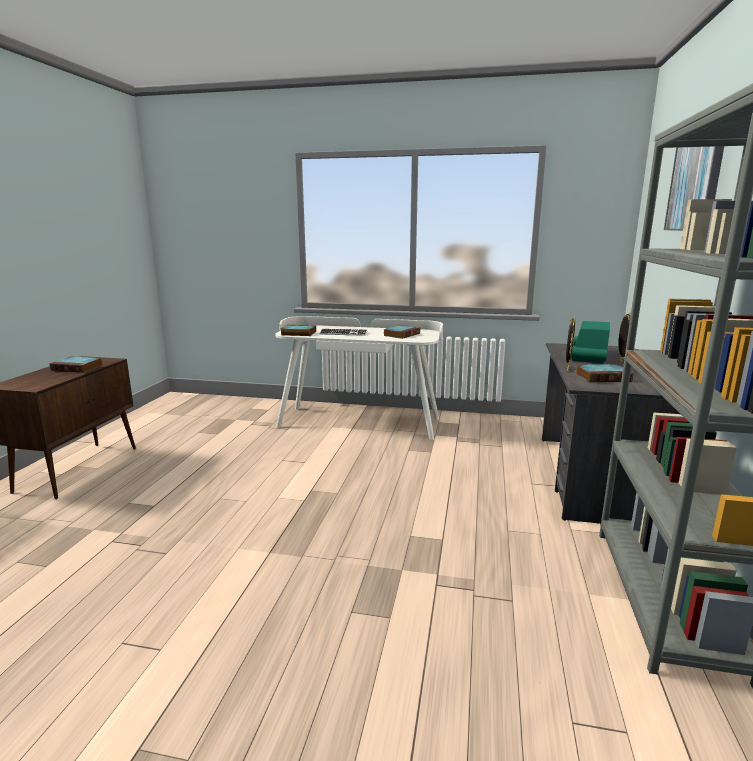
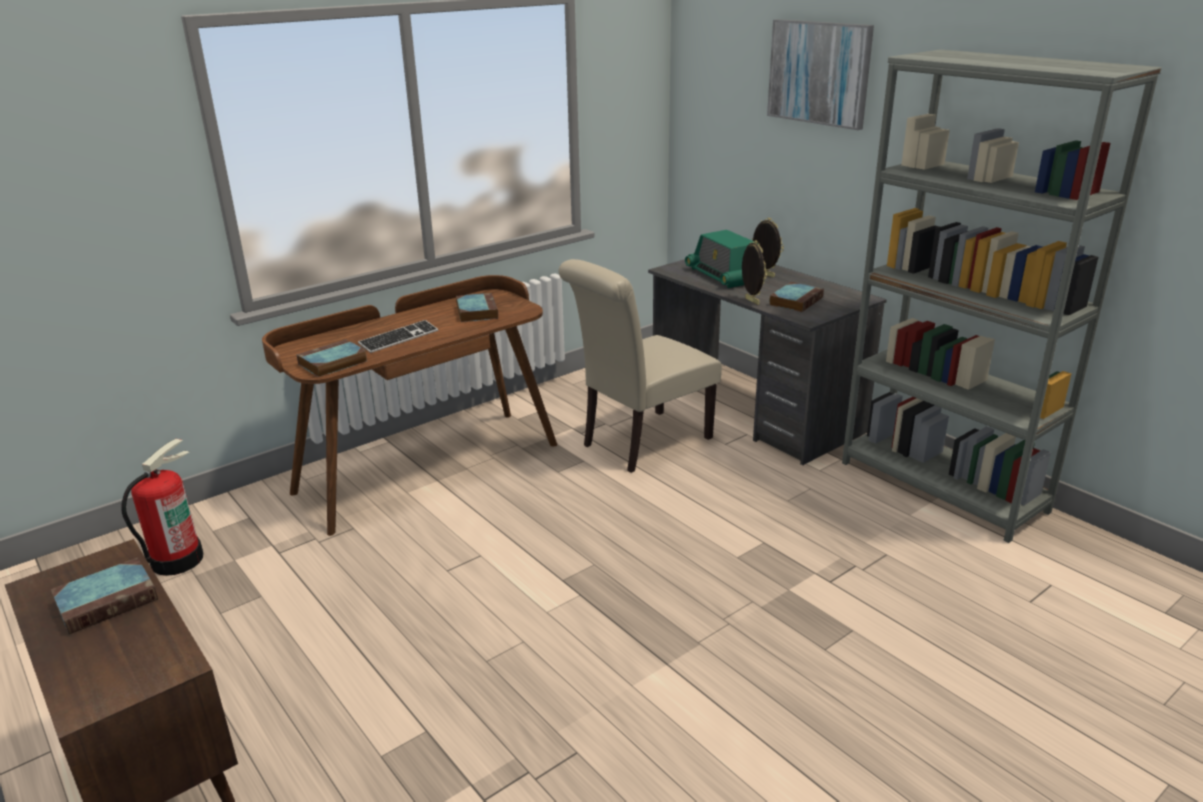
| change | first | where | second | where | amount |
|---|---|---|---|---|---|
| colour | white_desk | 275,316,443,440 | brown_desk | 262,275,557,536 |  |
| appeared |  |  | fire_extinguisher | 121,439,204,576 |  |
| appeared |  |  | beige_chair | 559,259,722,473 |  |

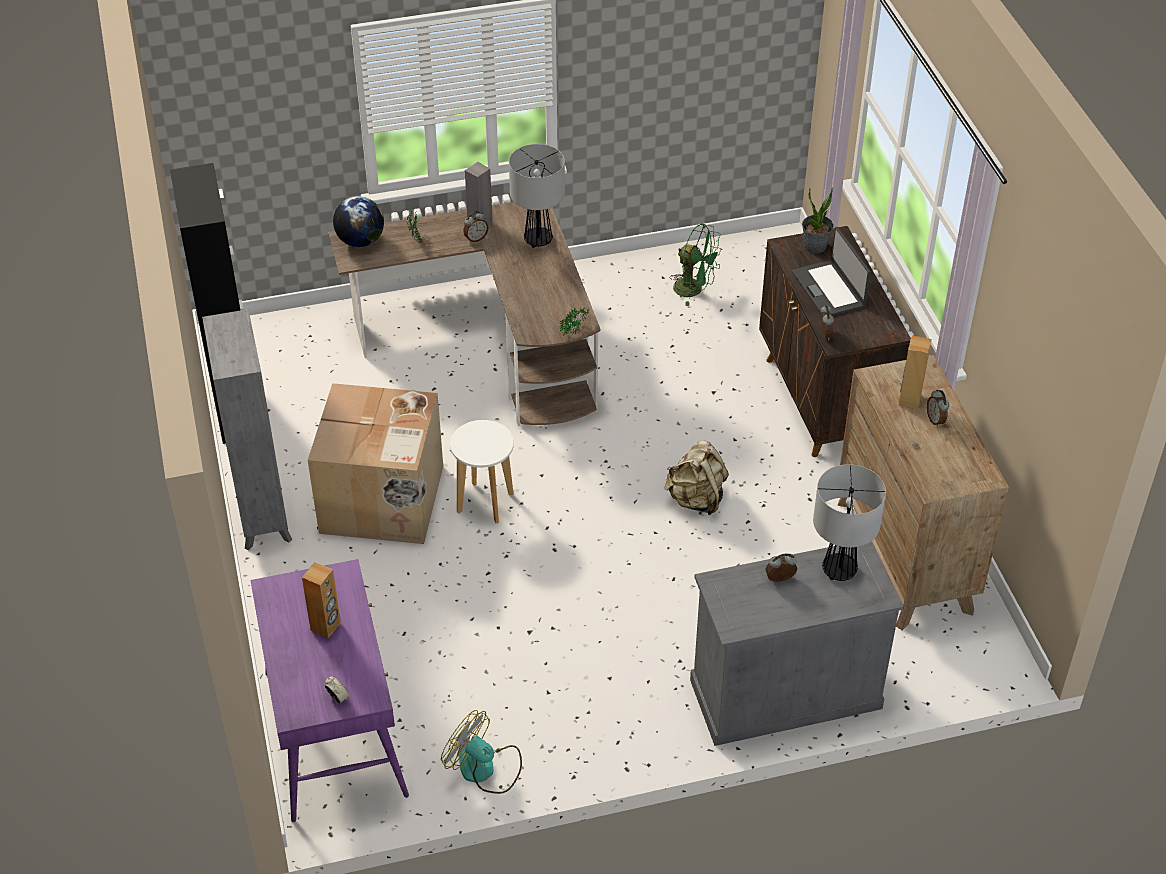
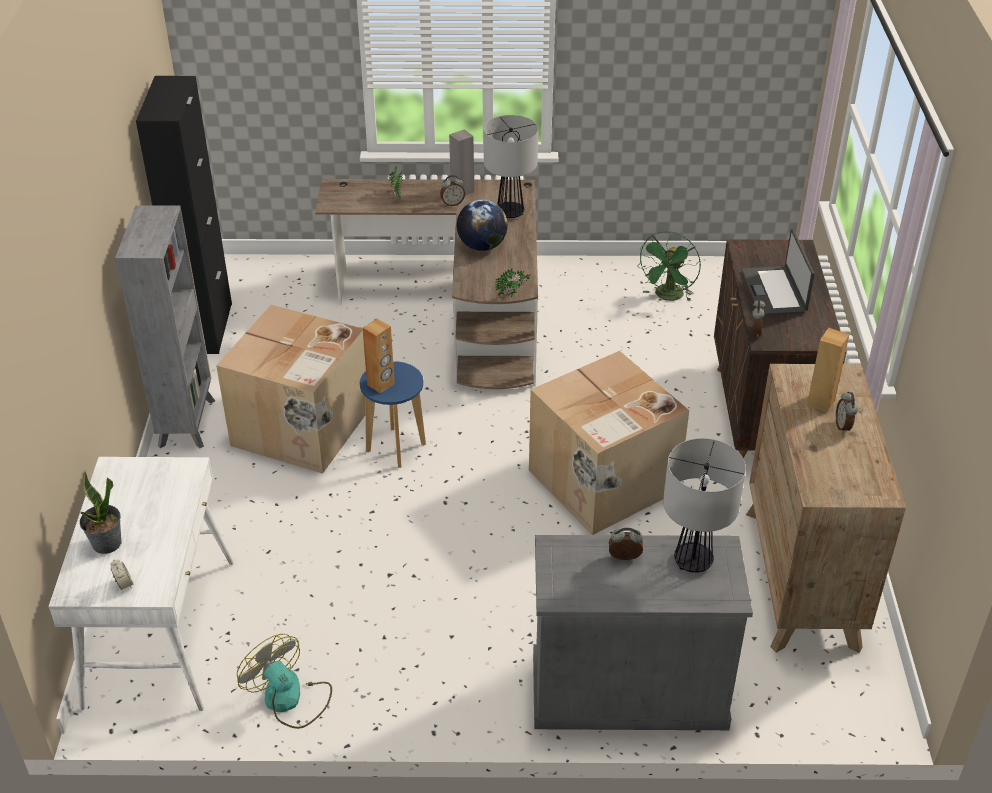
| change | first | where | second | where | amount |
|---|---|---|---|---|---|
| colour | purple_desk | 250,559,409,822 | white_desk | 48,457,234,711 |  |
| relocated | brown_speaker | 302,562,341,638 |  | 363,319,395,393 |  |
| relocated | globe | 333,196,384,247 |  | 457,200,508,251 |  |
| colour | white_stool | 450,420,514,523 | blue_stool | 360,361,426,468 |  |
| exchanged | beige_backpack | 665,440,729,515 | cardboard_box | 529,351,689,535 |  |
| spun | green_fan | 669,224,722,306 |  | 637,231,701,302 | 75 degrees clockwise |
| relocated | potted_plant | 802,188,834,254 |  | 80,472,122,554 |  |

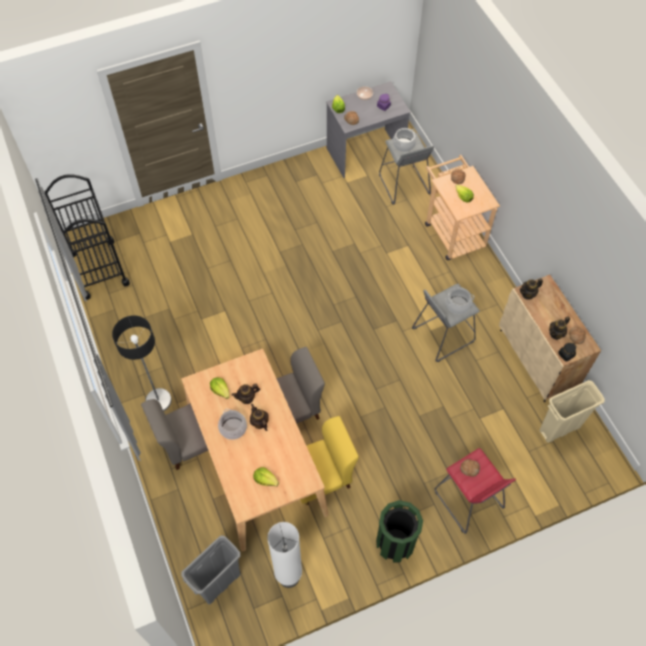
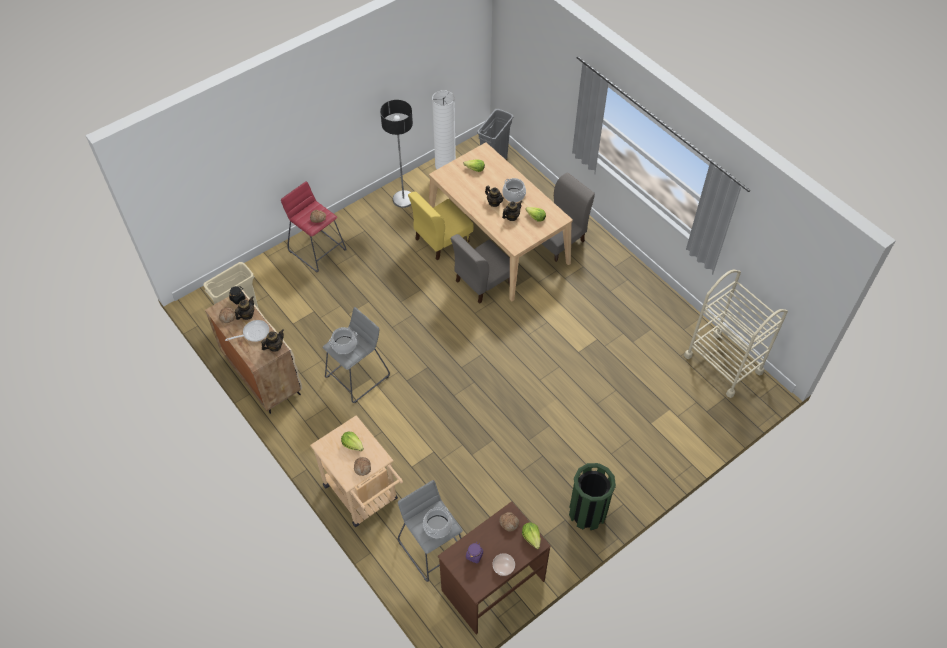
| change | first | where | second | where | amount |
|---|---|---|---|---|---|
| colour | black_cart | 44,174,130,300 | beige_cart | 684,269,788,398 |  |
| relocated | floor_lamp | 112,315,172,411 |  | 380,100,413,208 |  |
| colour | grey_desk | 326,81,411,178 | brown_desk | 438,501,551,635 |  |
| relocated | green_trash_can | 376,500,423,563 |  | 569,463,616,530 |  |
| appeared |  |  | frying_pan | 225,320,269,342 |  |

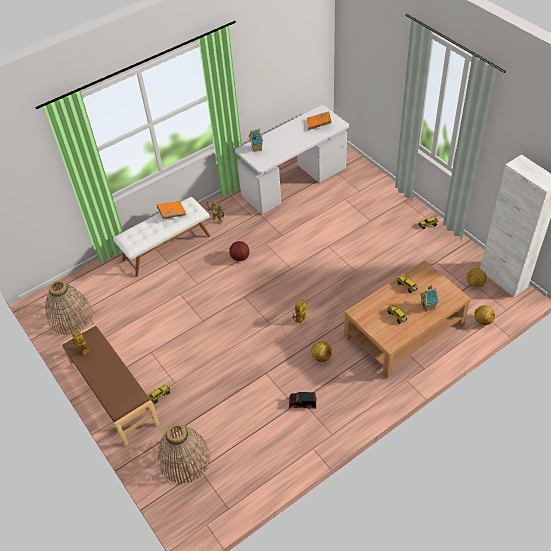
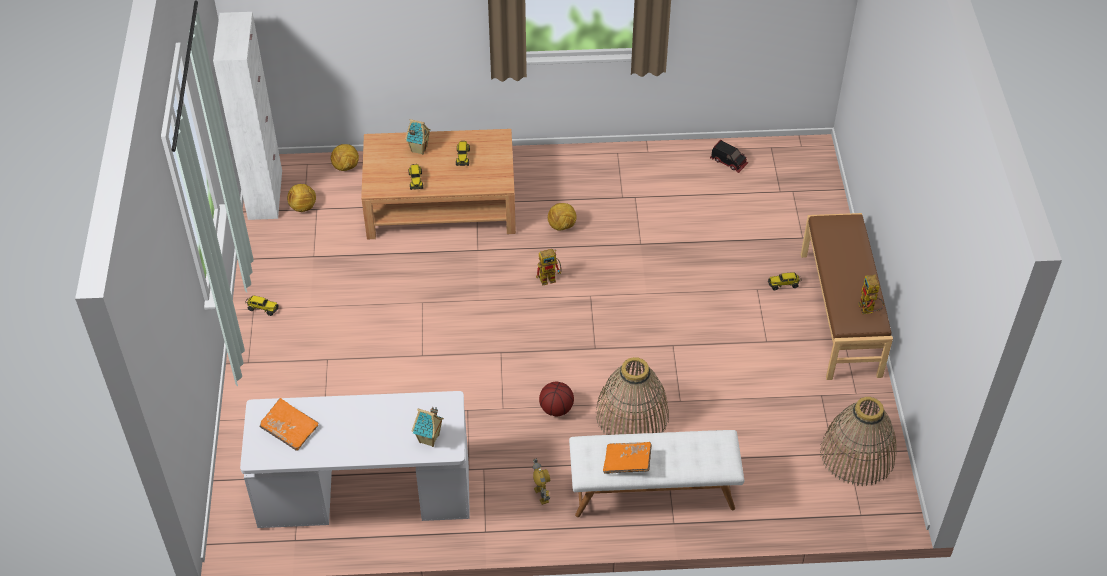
| change | first | where | second | where | amount |
|---|---|---|---|---|---|
| relocated | basket | 158,424,211,484 |  | 596,357,669,435 |  |
| relocated | toy_truck | 289,392,316,409 |  | 710,140,748,173 |  |

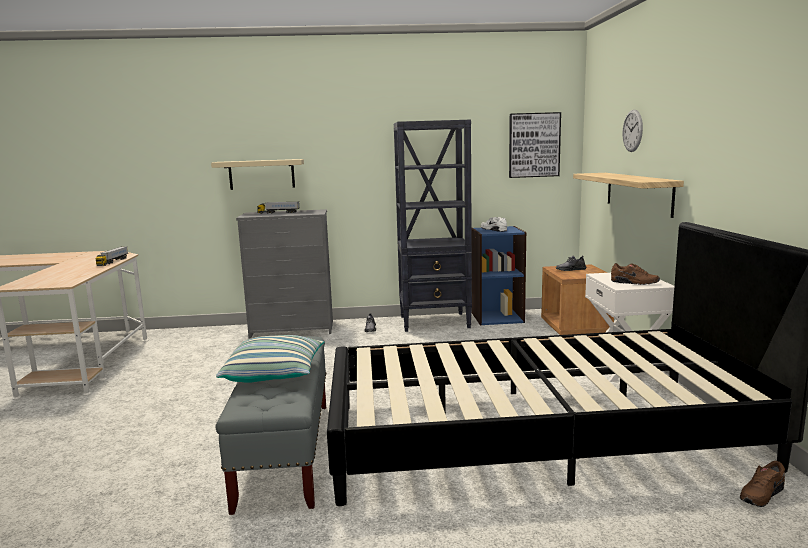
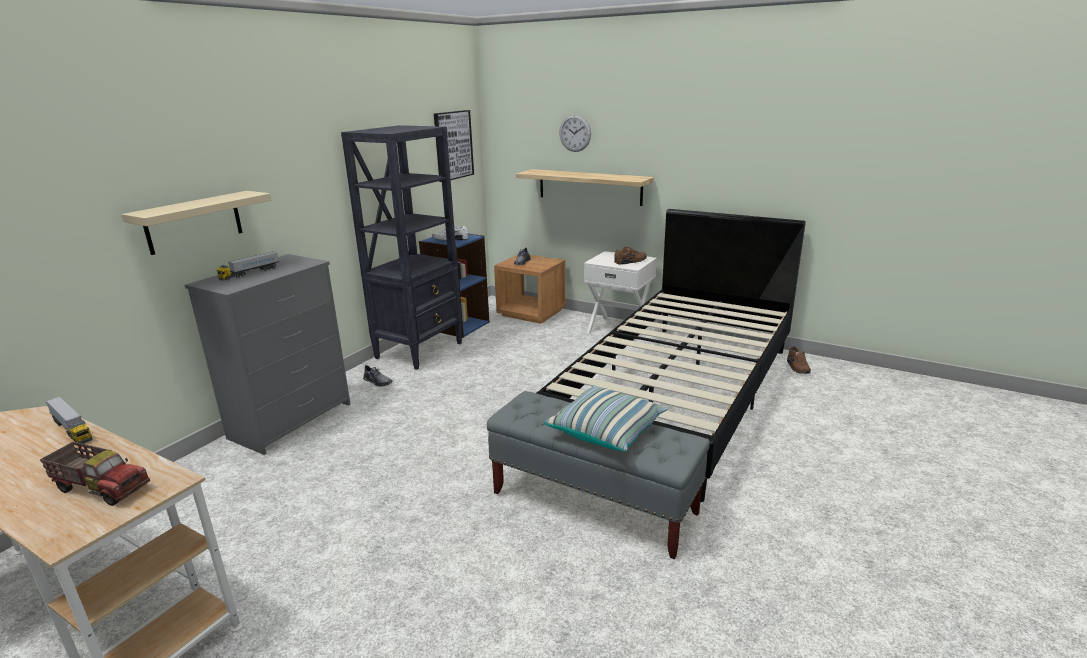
| change | first | where | second | where | amount |
|---|---|---|---|---|---|
| appeared |  |  | toy_truck | 40,442,150,506 |  |

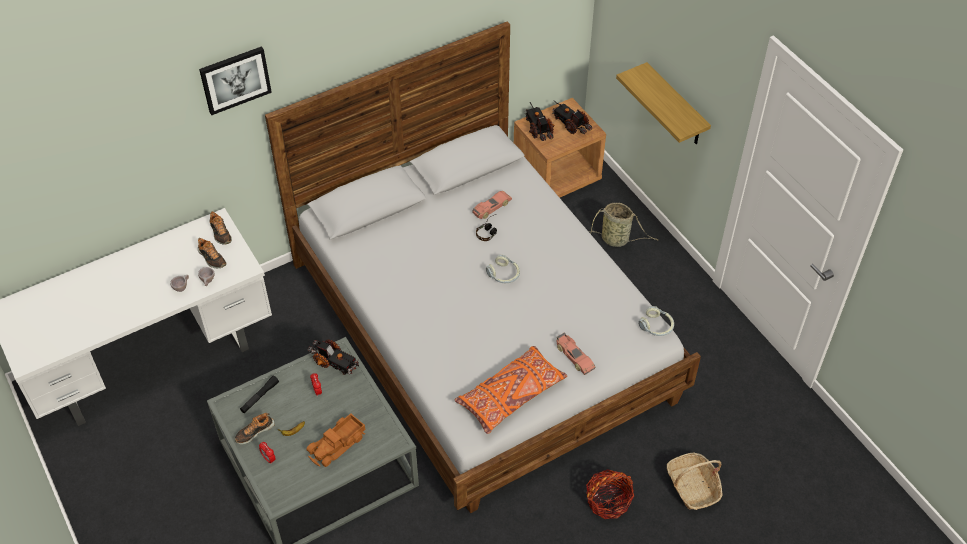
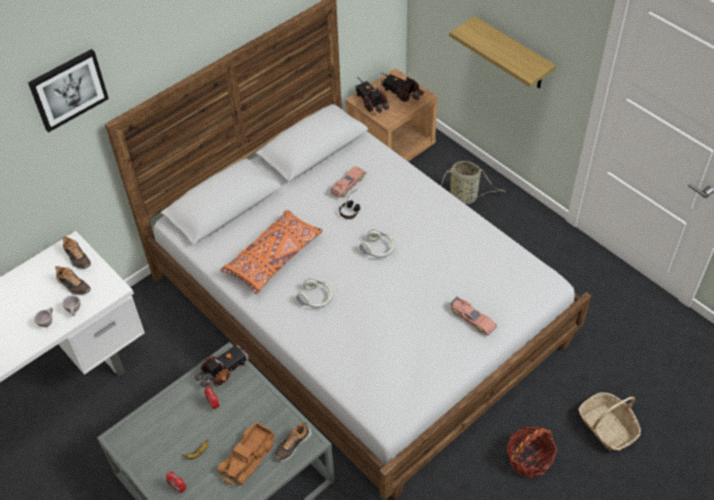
| change | first | where | second | where | amount |
|---|---|---|---|---|---|
| relocated | shoe | 235,413,275,444 |  | 275,422,312,461 |  |
| missing | black_flashlight | 240,376,279,413 |  |  |  |
| spun | toy_truck | 307,339,359,375 |  | 195,343,249,387 | 60 degrees counterclockwise |
| relocated | orange_pillow | 454,346,567,434 |  | 220,210,323,294 |  |
| relocated | headphones | 638,306,674,336 |  | 296,278,333,308 |  |

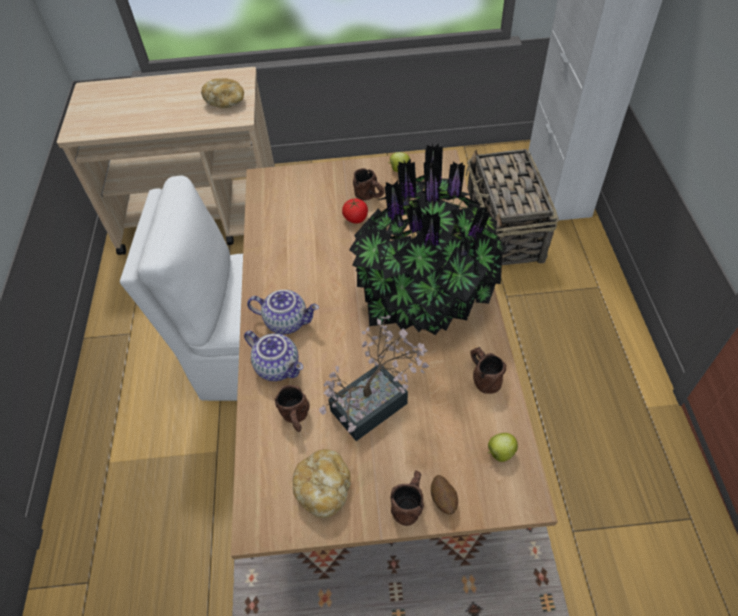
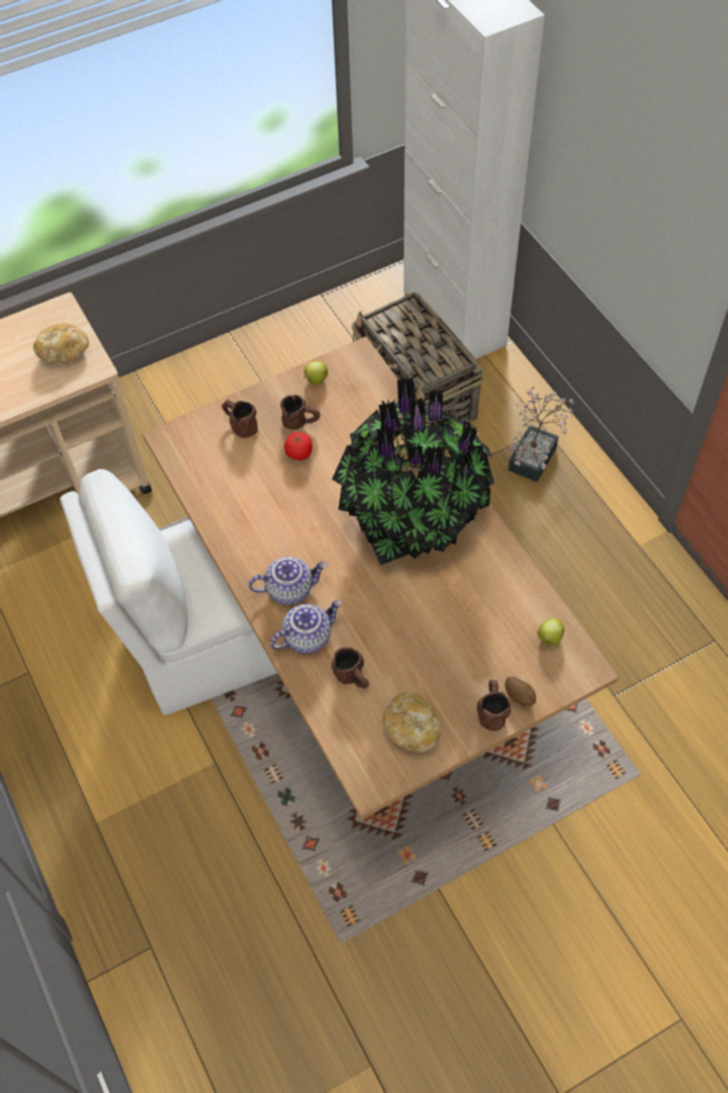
| change | first | where | second | where | amount |
|---|---|---|---|---|---|
| spun | teapot | 244,331,303,381 |  | 270,600,342,653 | 45 degrees counterclockwise |
| relocated | potted_plant | 319,315,429,441 |  | 508,387,574,482 |  |
| relocated | brown_mug | 470,347,506,394 |  | 221,399,258,438 |  |

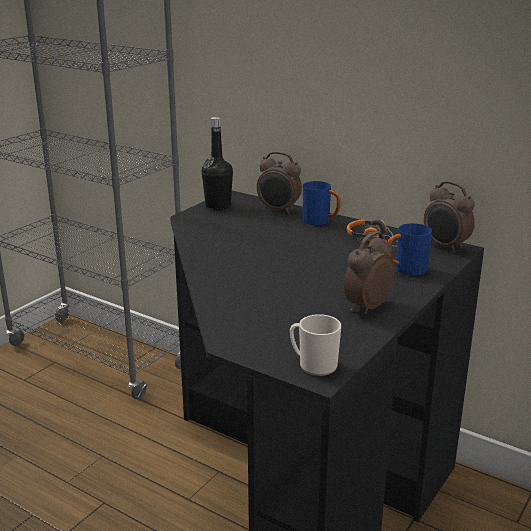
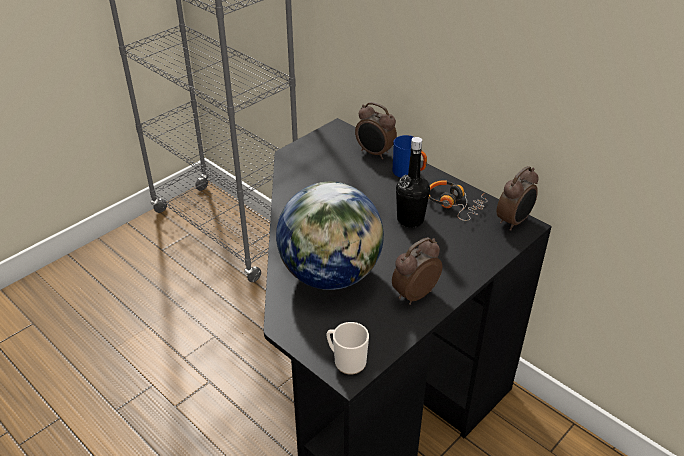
| change | first | where | second | where | amount |
|---|---|---|---|---|---|
| relocated | black_bottle | 202,117,233,210 |  | 396,137,430,228 |  |
| missing | blue_mug | 388,223,432,275 |  |  |  |
| spun | alarm_clock | 424,181,475,253 |  | 497,166,539,231 | 105 degrees counterclockwise |
| appeared |  |  | globe | 276,182,384,290 |  |

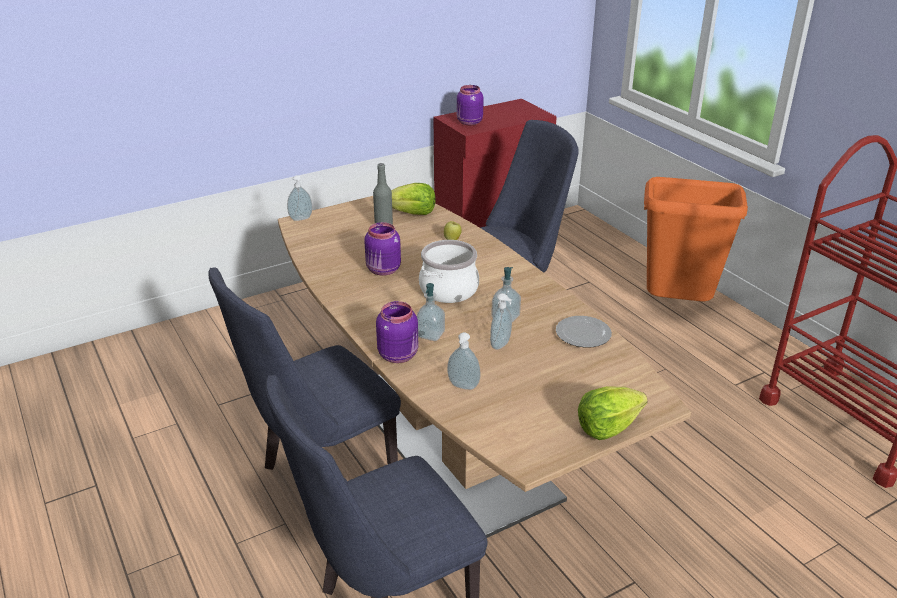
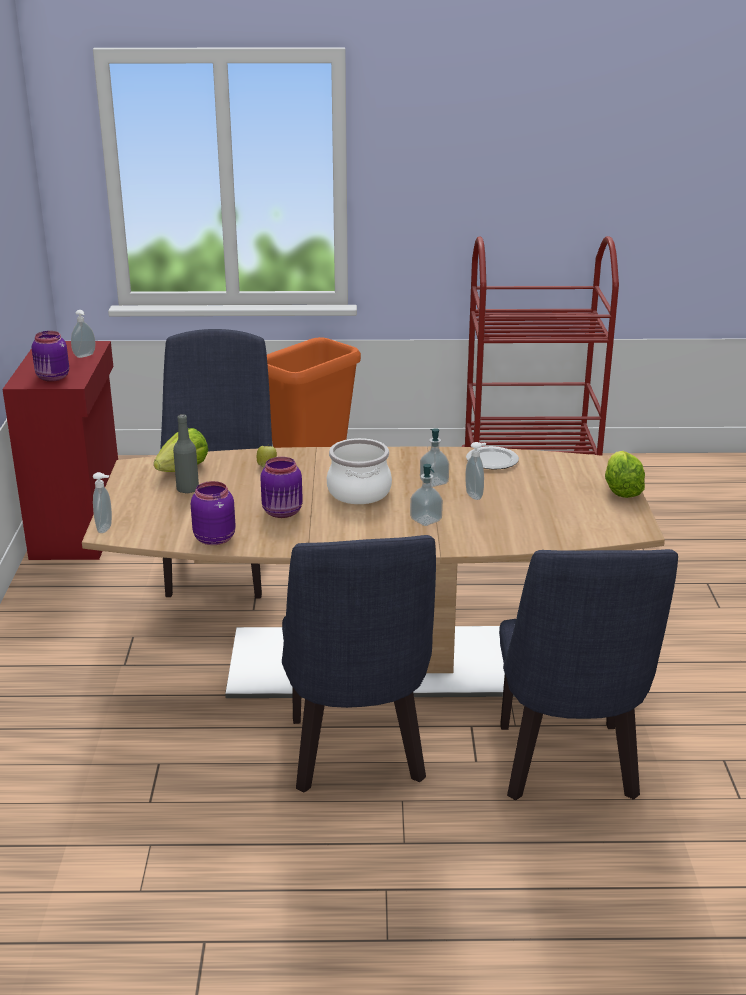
| change | first | where | second | where | amount |
|---|---|---|---|---|---|
| relocated | purple_jar | 376,301,418,363 |  | 191,481,236,545 |  |
| relocated | soap_dispenser | 447,332,481,390 |  | 71,310,96,358 |  |

